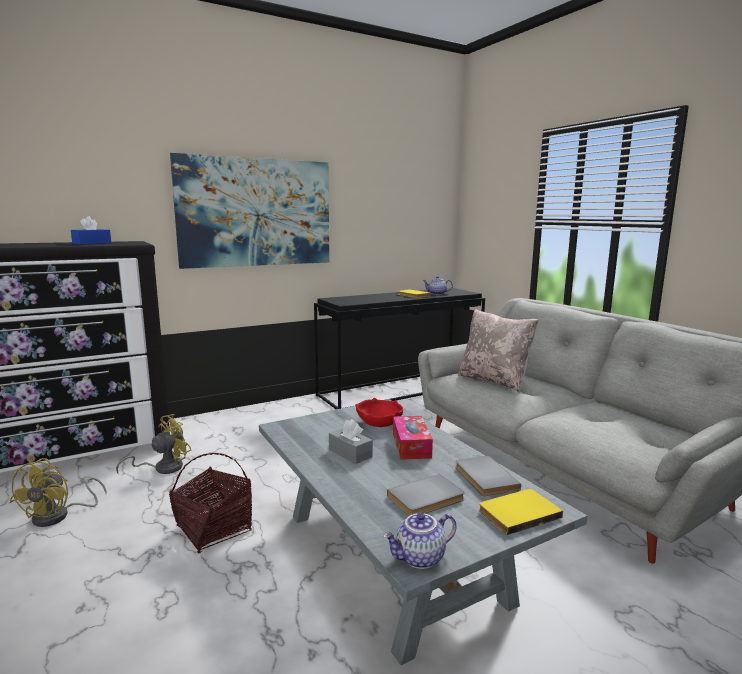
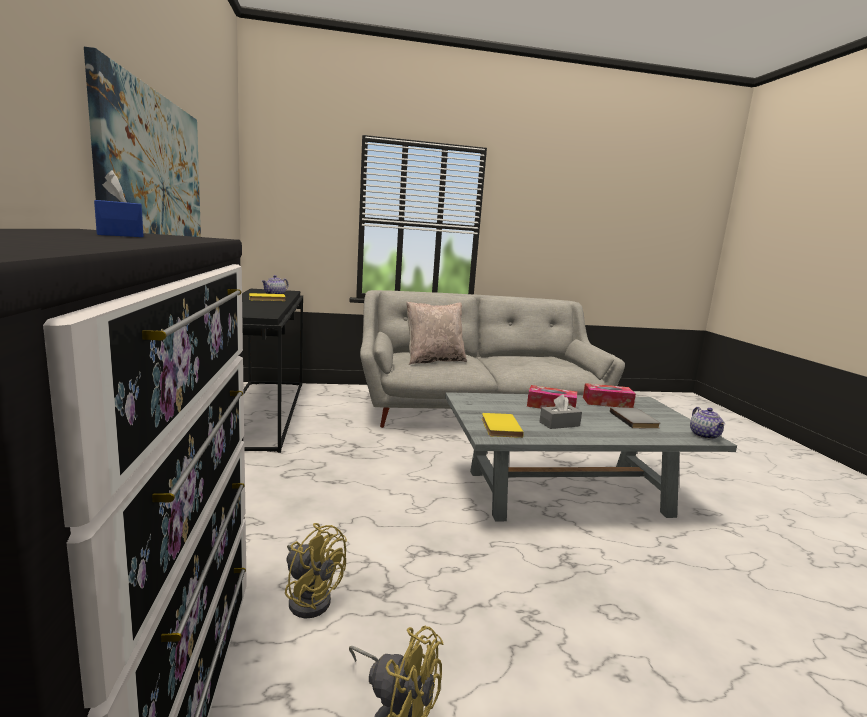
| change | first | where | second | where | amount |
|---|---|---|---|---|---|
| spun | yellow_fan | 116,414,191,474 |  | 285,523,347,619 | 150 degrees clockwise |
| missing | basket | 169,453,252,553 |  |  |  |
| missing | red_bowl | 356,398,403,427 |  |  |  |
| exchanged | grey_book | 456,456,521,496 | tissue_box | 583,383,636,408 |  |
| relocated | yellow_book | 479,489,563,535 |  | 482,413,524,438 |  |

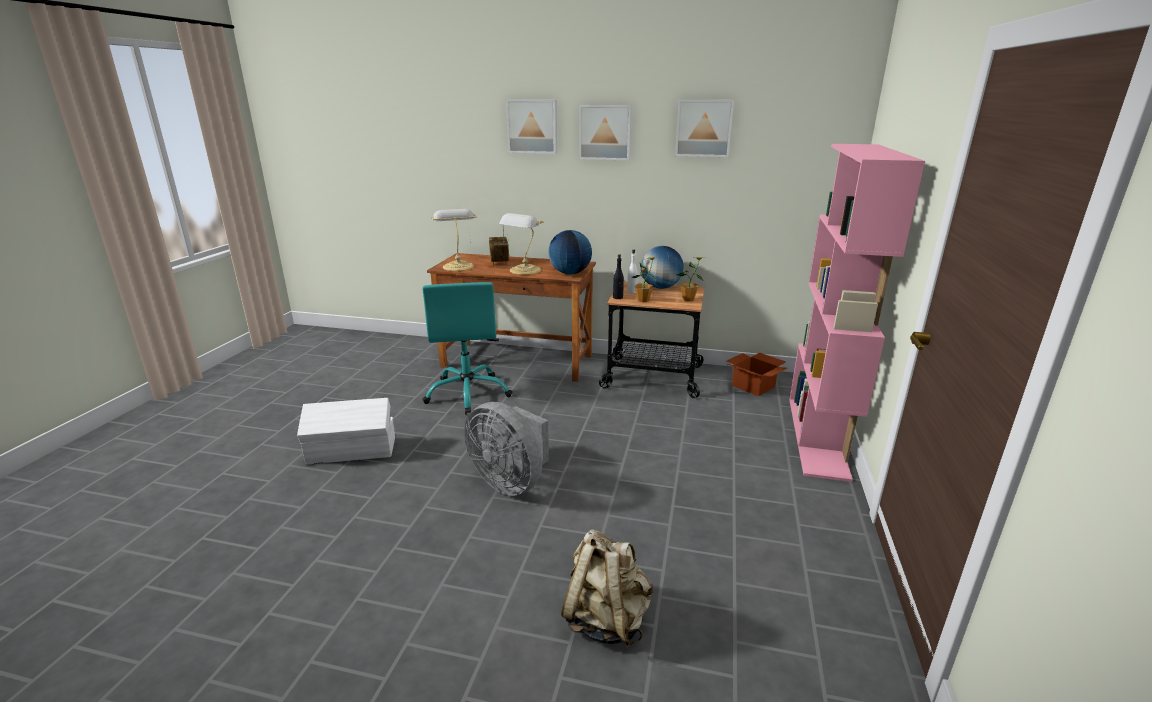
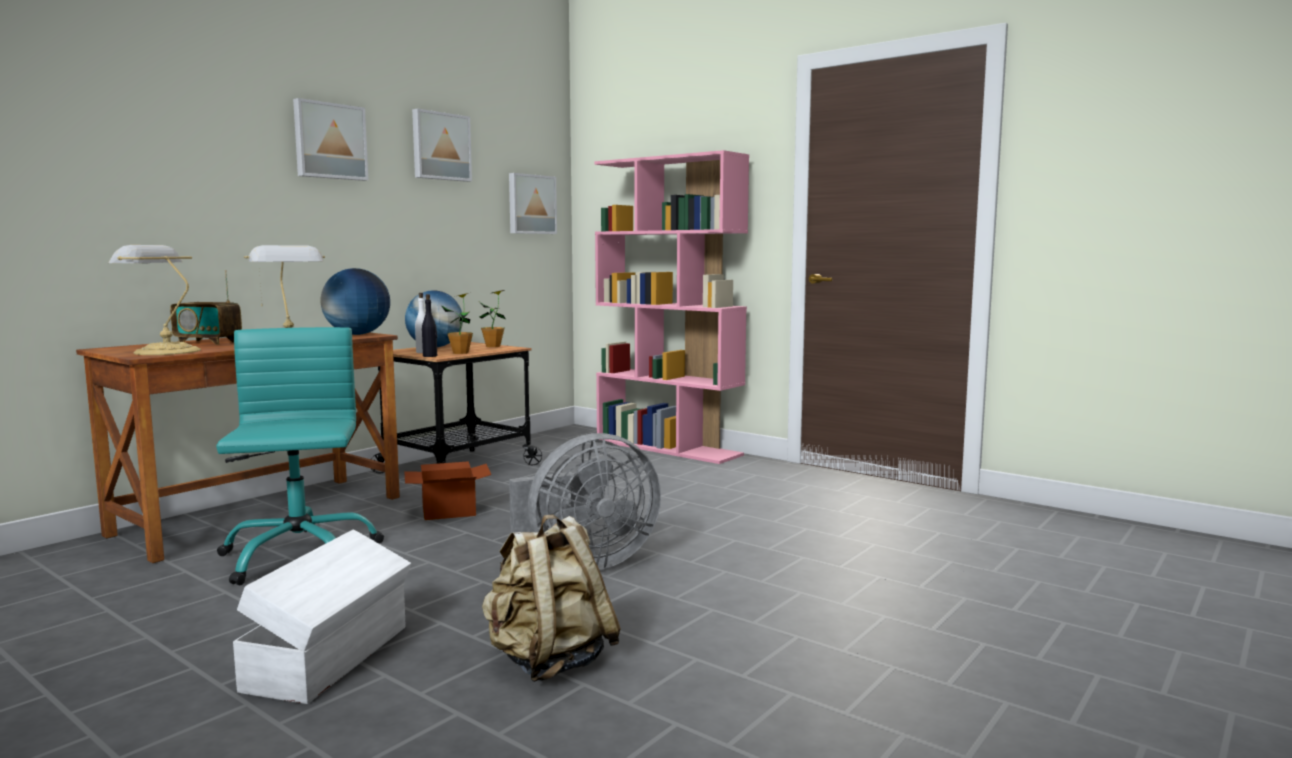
| change | first | where | second | where | amount |
|---|---|---|---|---|---|
| spun | turquoise_office_chair | 422,282,513,415 |  | 216,327,384,585 | 120 degrees counterclockwise |
| relocated | picture | 506,100,557,154 |  | 509,173,557,234 |  |
| relocated | beige_backpack | 561,529,653,648 |  | 482,514,621,682 |  |
| relocated | cardboard_box | 727,352,787,396 |  | 404,461,491,520 |  |

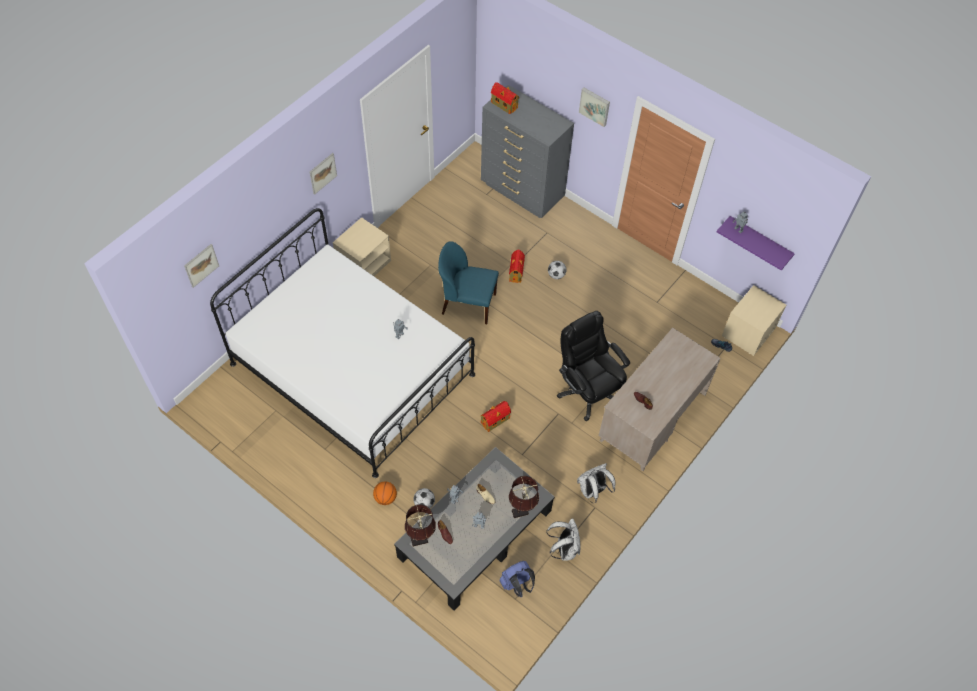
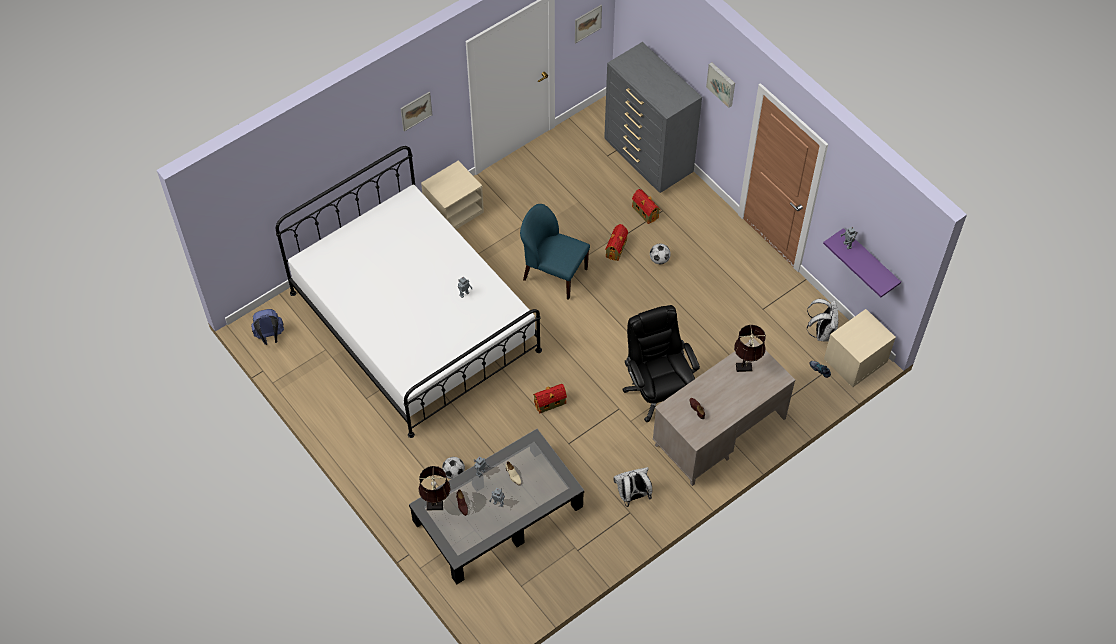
| change | first | where | second | where | amount |
|---|---|---|---|---|---|
| relocated | picture | 184,244,219,288 |  | 575,5,602,43 |  |
| missing | basketball | 373,481,397,505 |  |  |  |
| relocated | toy_house | 491,82,519,114 |  | 632,189,660,224 |  |
| relocated | blue_backpack | 499,561,535,597 |  | 251,309,284,345 |  |
| relocated | brown_table_lamp | 509,476,539,518 |  | 734,325,766,372 |  |
| relocated | white_backpack | 546,518,581,561 |  | 807,299,838,342 |  |

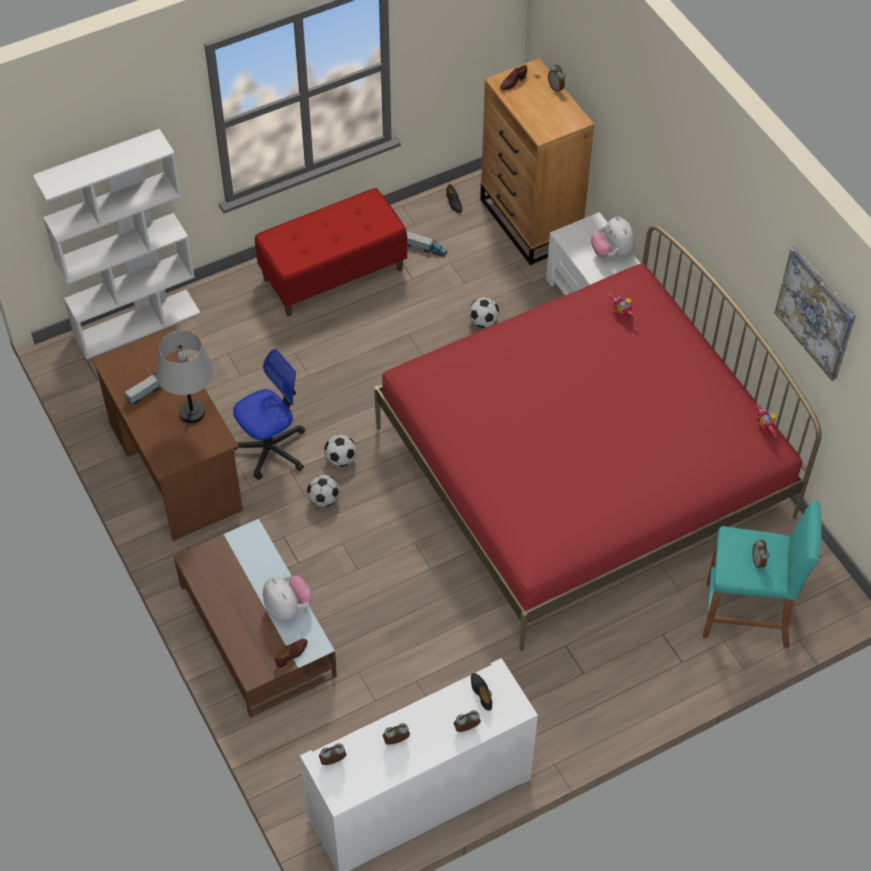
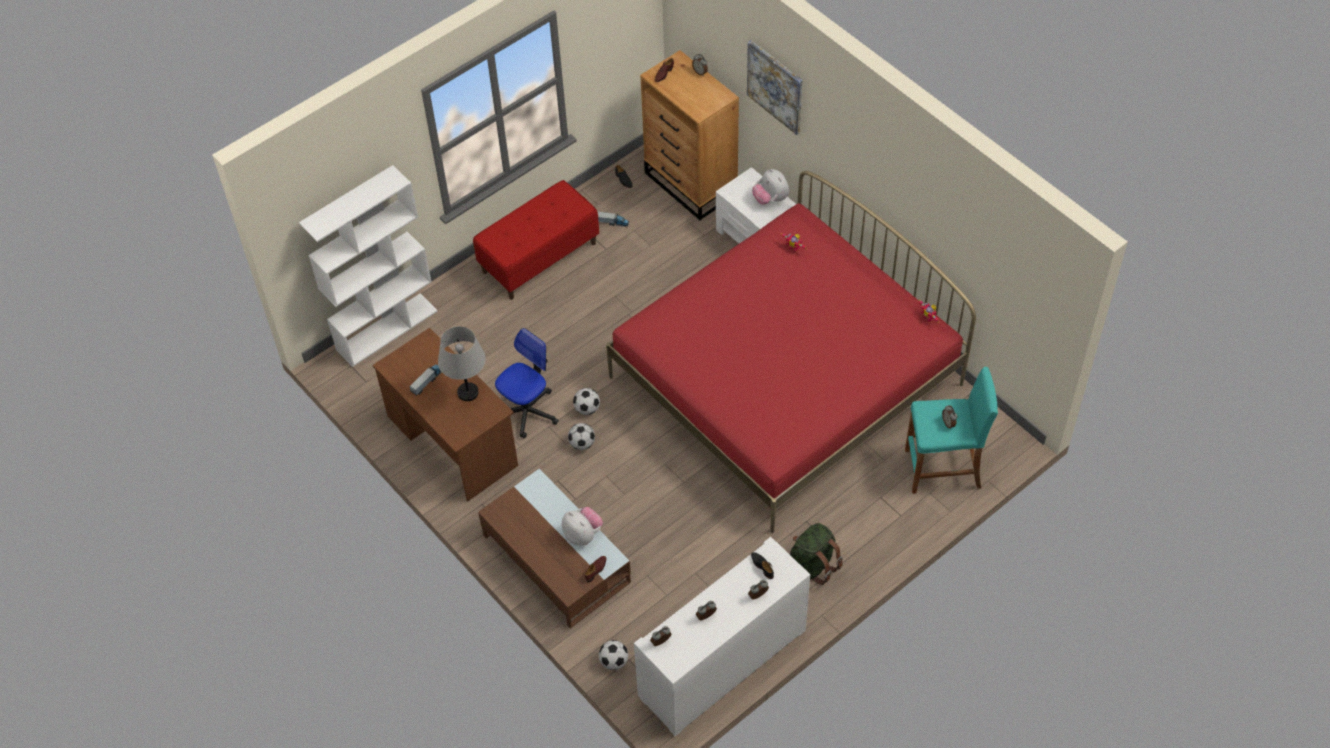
| change | first | where | second | where | amount |
|---|---|---|---|---|---|
| relocated | football | 469,297,499,328 |  | 599,640,628,670 |  |
| relocated | picture | 775,247,856,381 |  | 747,40,803,135 |  |
| appeared |  |  | green_backpack | 790,523,843,585 |  |

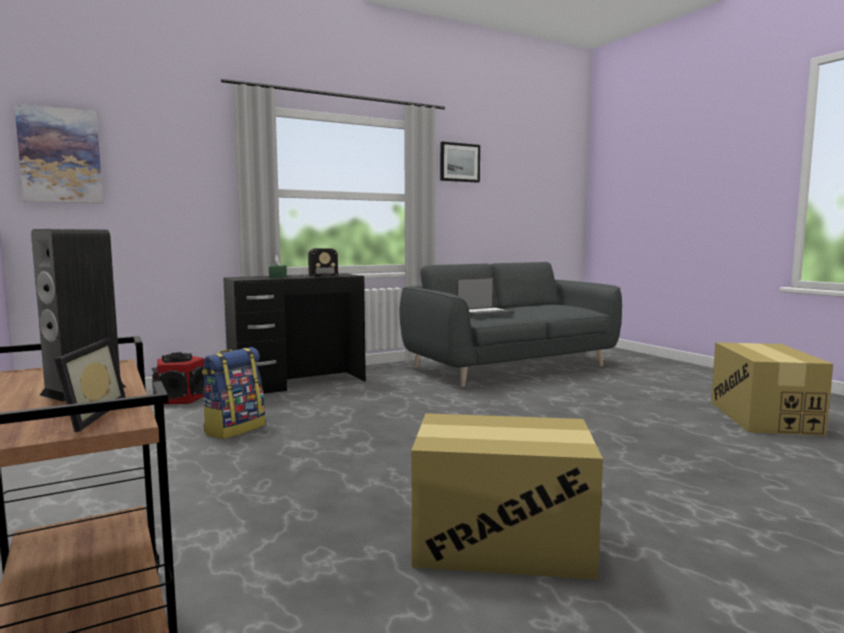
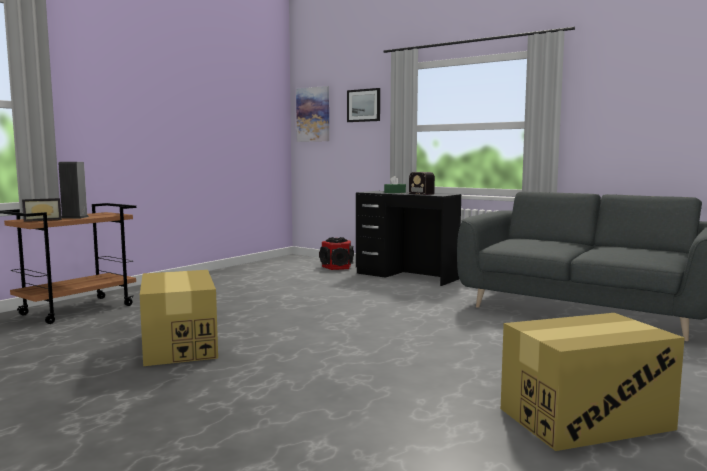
| change | first | where | second | where | amount |
|---|---|---|---|---|---|
| missing | backpack | 202,347,265,439 |  |  |  |
| relocated | picture | 440,142,480,183 |  | 347,88,380,122 |  |
| missing | laptop | 456,277,514,316 |  |  |  |

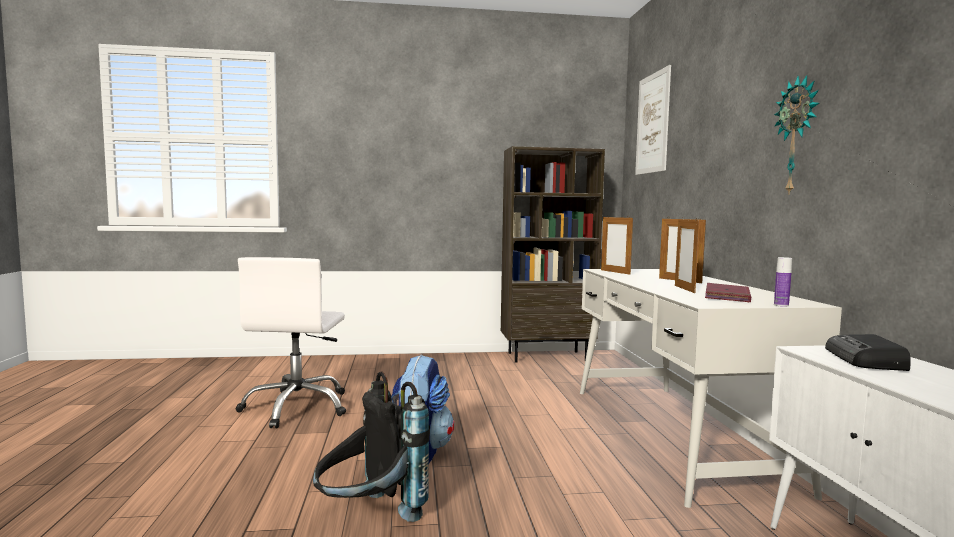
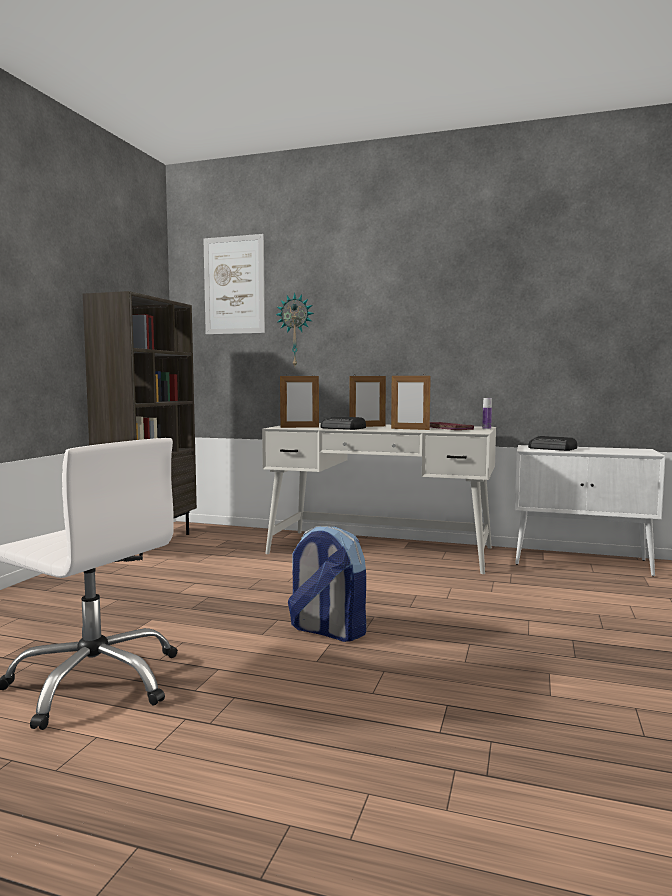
| change | first | where | second | where | amount |
|---|---|---|---|---|---|
| missing | black_backpack | 313,371,430,522 |  |  |  |
| relocated | wall_clock | 774,75,820,193 |  | 276,293,314,366 |  |
| appeared |  |  | radio | 321,417,366,430 |  |

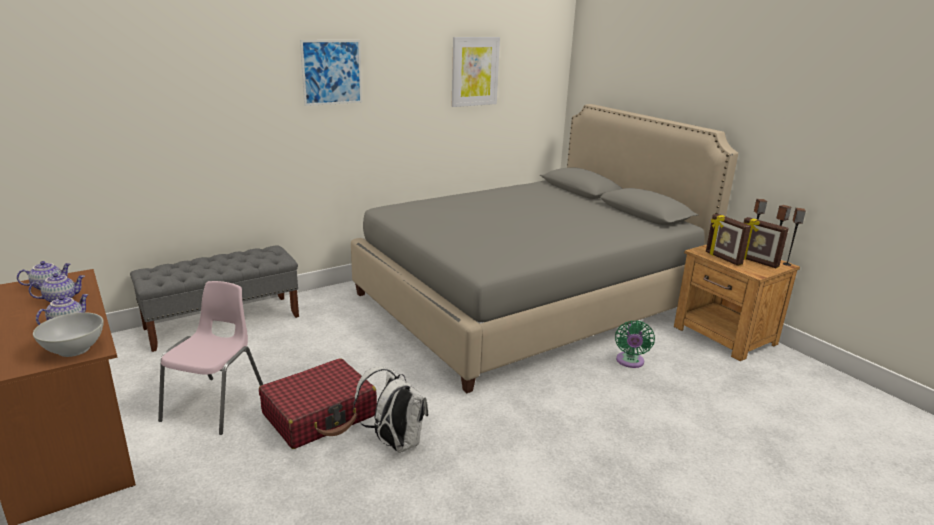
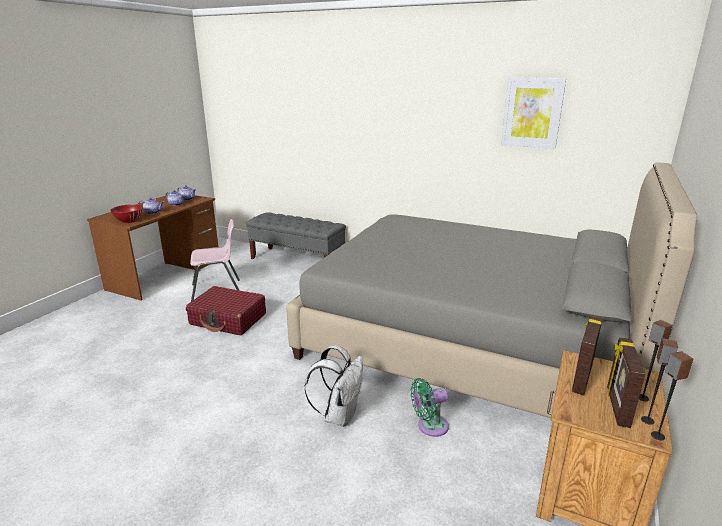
| change | first | where | second | where | amount |
|---|---|---|---|---|---|
| colour | white_bowl | 33,312,104,357 | red_bowl | 110,204,143,223 |  |
| missing | picture | 300,40,362,106 |  |  |  |
| relocated | white_backpack | 354,367,428,453 |  | 305,345,363,427 |  |

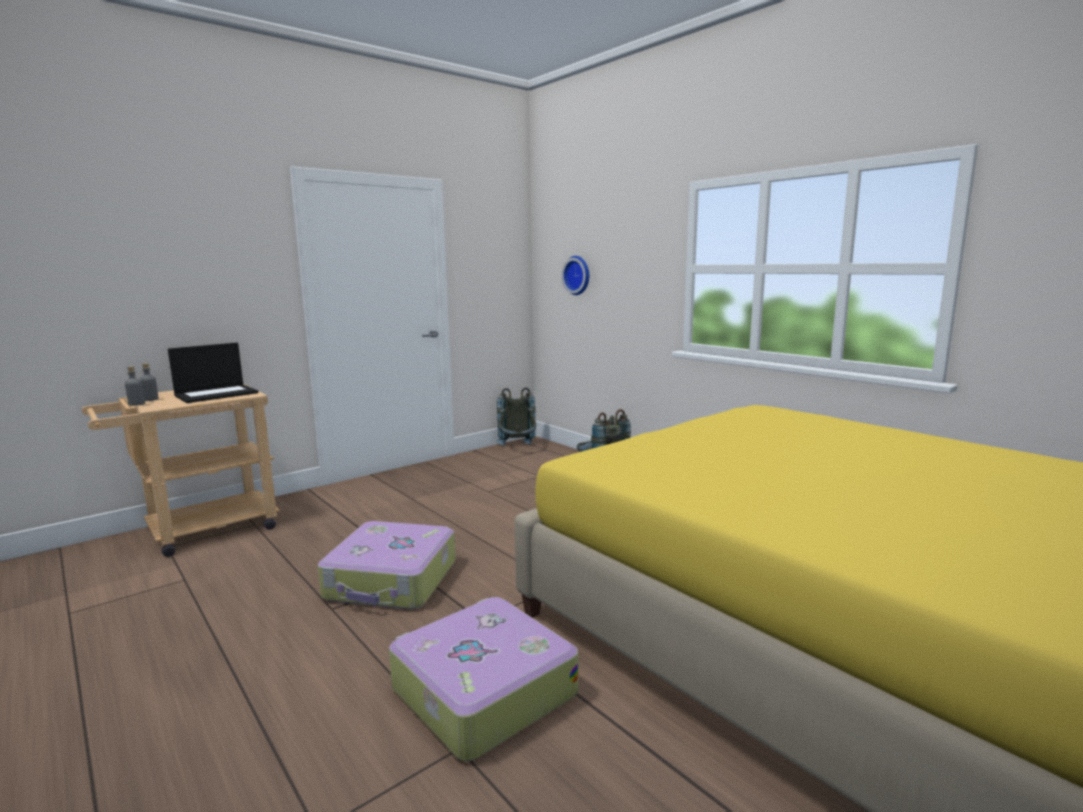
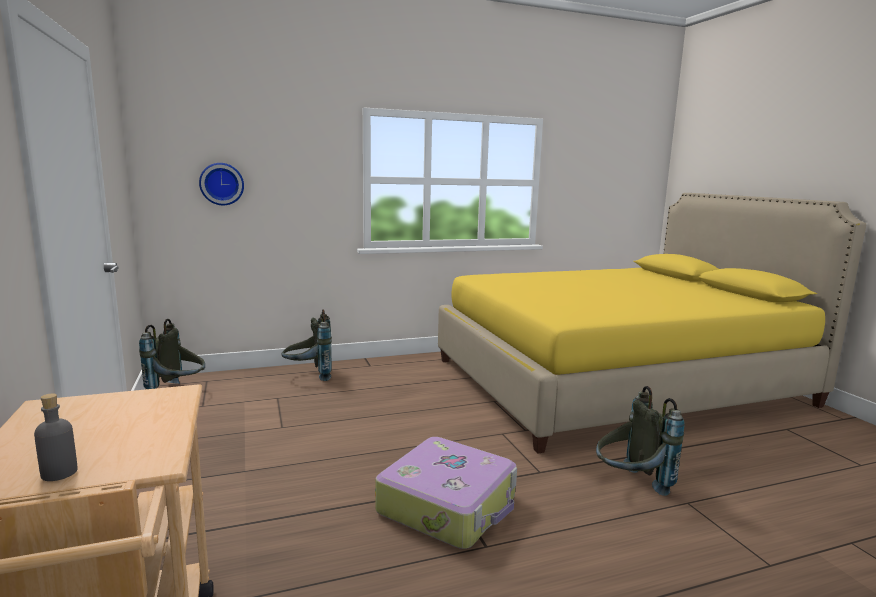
| change | first | where | second | where | amount |
|---|---|---|---|---|---|
| missing | grey_bottle | 125,366,145,406 |  |  |  |
| missing | laptop | 168,343,259,403 |  |  |  |
| exchanged | suitcase | 389,597,578,761 | grey_backpack | 596,386,685,496 |  |

